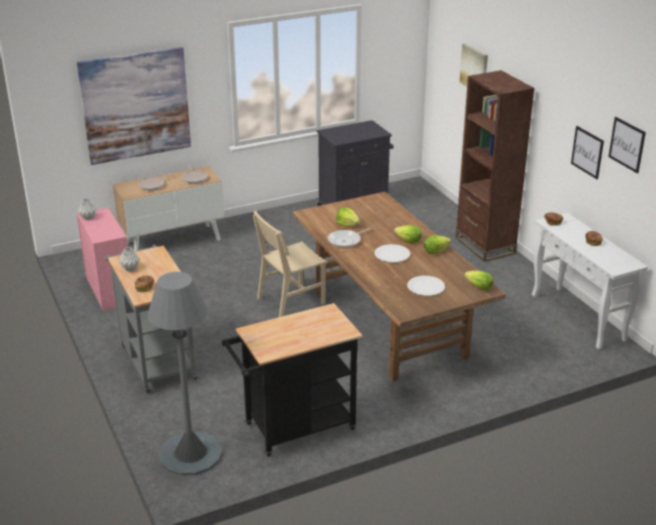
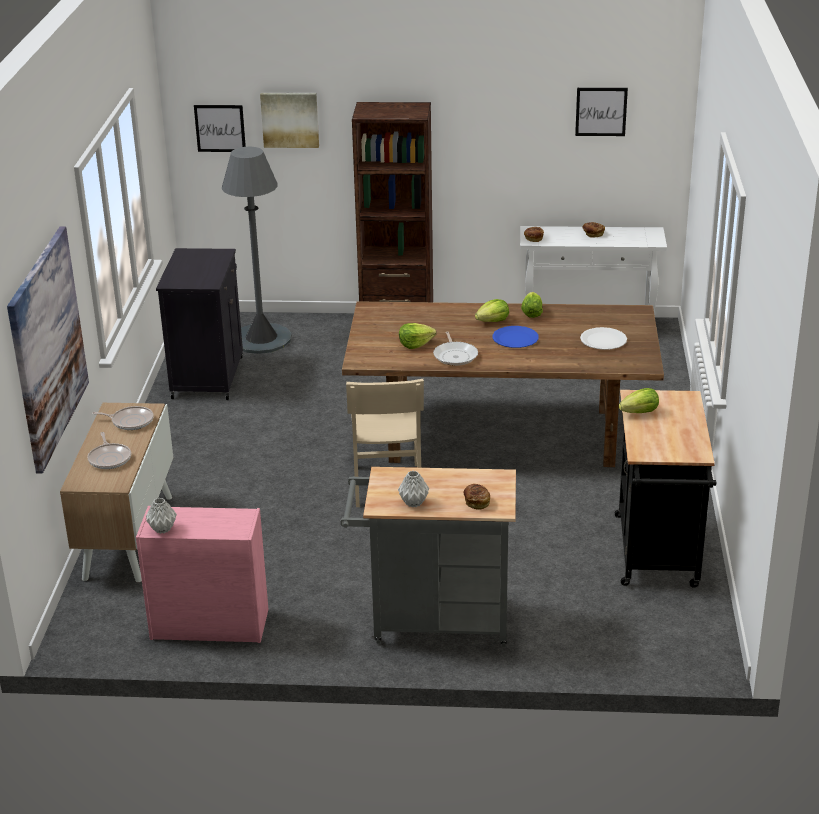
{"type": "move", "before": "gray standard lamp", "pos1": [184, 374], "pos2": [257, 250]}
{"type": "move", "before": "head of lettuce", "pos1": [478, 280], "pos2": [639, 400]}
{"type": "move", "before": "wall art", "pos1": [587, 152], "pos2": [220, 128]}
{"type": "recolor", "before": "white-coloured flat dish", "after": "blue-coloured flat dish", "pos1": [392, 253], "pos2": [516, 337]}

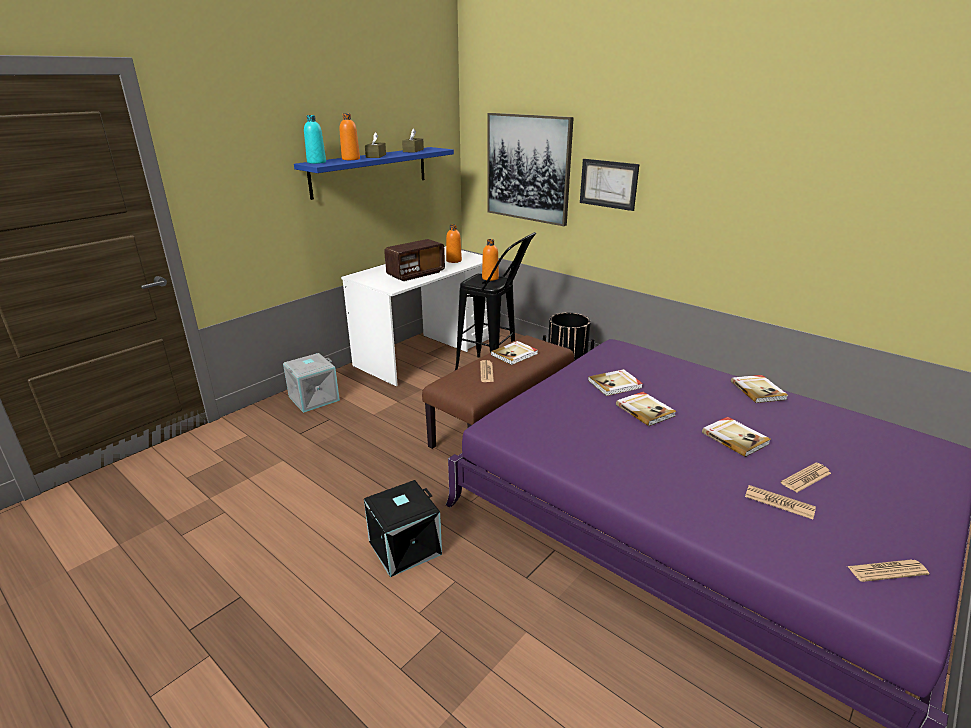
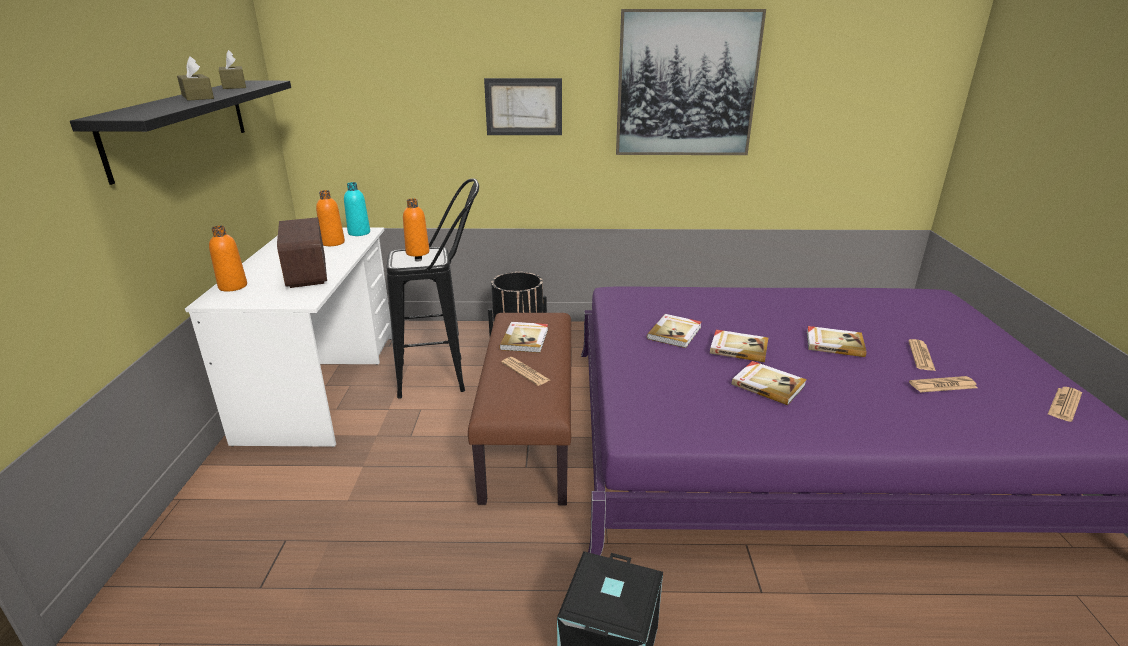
{"type": "delete", "before": "gray storage container", "pos1": [311, 383]}
{"type": "move", "before": "turquoise bottle", "pos1": [315, 139], "pos2": [357, 209]}
{"type": "move", "before": "orange bottle", "pos1": [350, 137], "pos2": [228, 259]}
{"type": "move", "before": "wall art", "pos1": [530, 169], "pos2": [691, 82]}
{"type": "move", "before": "bound book", "pos1": [759, 389], "pos2": [769, 383]}
{"type": "recolor", "before": "blue-coloured wall shelf", "after": "black-coloured wall shelf", "pos1": [374, 173], "pos2": [180, 133]}
{"type": "rotate", "before": "radio set", "pos1": [414, 260], "pos2": [302, 252], "turn": 150}

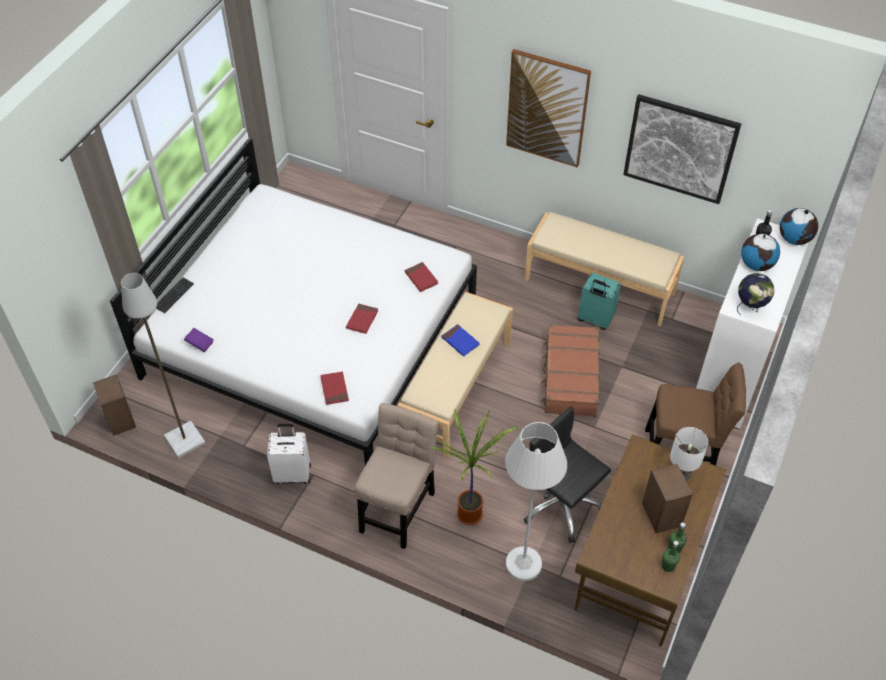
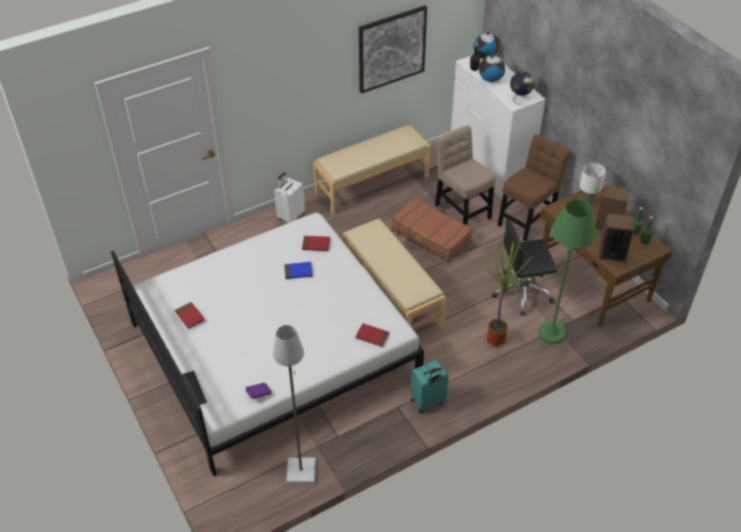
{"type": "delete", "before": "wall art", "pos1": [548, 108]}
{"type": "move", "before": "speaker", "pos1": [114, 405], "pos2": [616, 237]}
{"type": "move", "before": "white-coloured piece of luggage", "pos1": [289, 454], "pos2": [289, 198]}
{"type": "move", "before": "red-coloured bound book", "pos1": [362, 319], "pos2": [190, 315]}
{"type": "move", "before": "sand-coloured plain chair", "pos1": [396, 476], "pos2": [465, 175]}
{"type": "move", "before": "blue-coloured bound book", "pos1": [460, 340], "pos2": [298, 270]}
{"type": "move", "before": "turquoise piece of luggage", "pos1": [599, 301], "pos2": [430, 386]}
{"type": "recolor", "before": "white-coloured standard lamp", "after": "greenish standard lamp", "pos1": [536, 501], "pos2": [567, 271]}

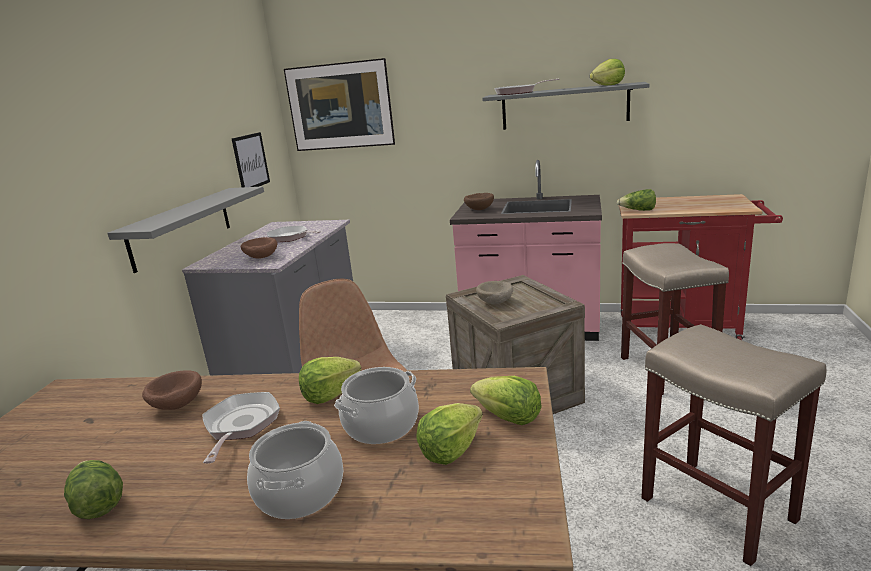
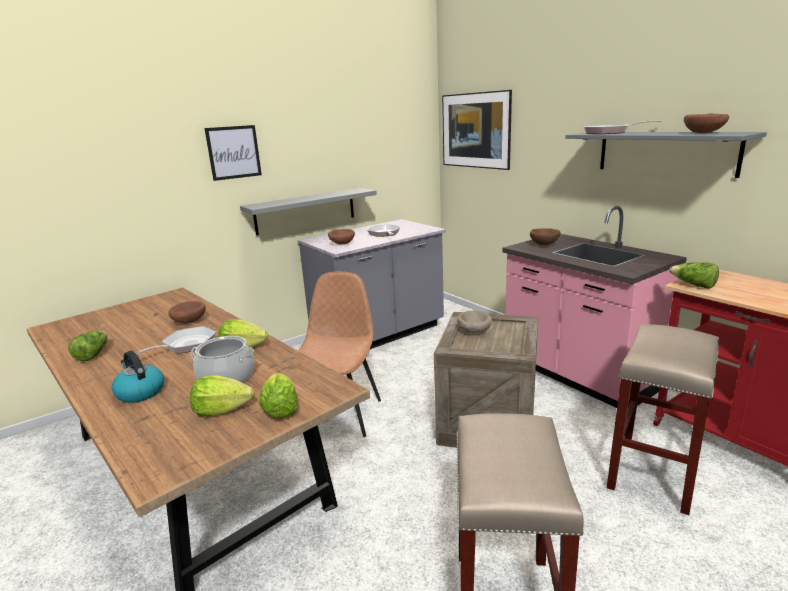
{"type": "move", "before": "wall art", "pos1": [251, 159], "pos2": [233, 153]}
{"type": "replace", "before": "stockpot", "after": "tea kettle", "pos1": [295, 470], "pos2": [138, 377]}
{"type": "replace", "before": "head of lettuce", "after": "brown bowl", "pos1": [607, 72], "pos2": [706, 123]}

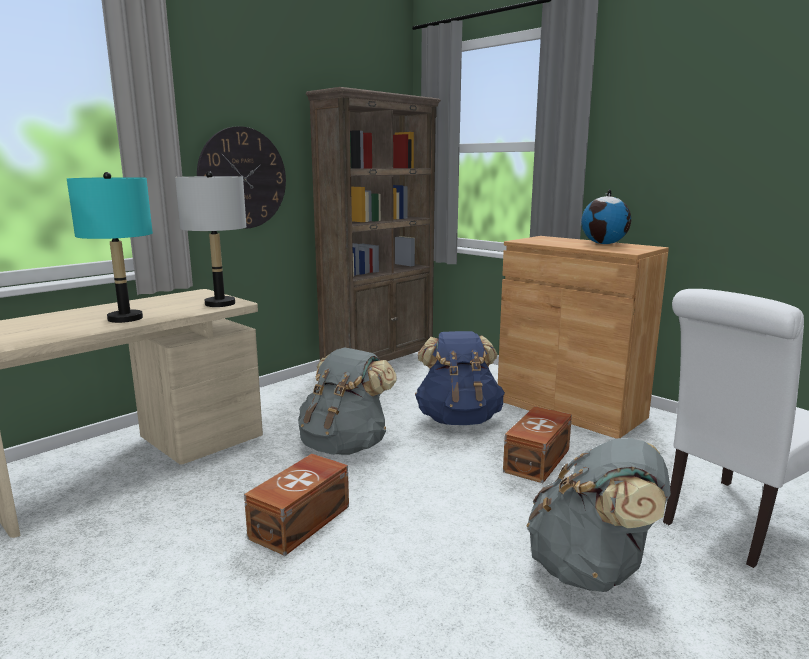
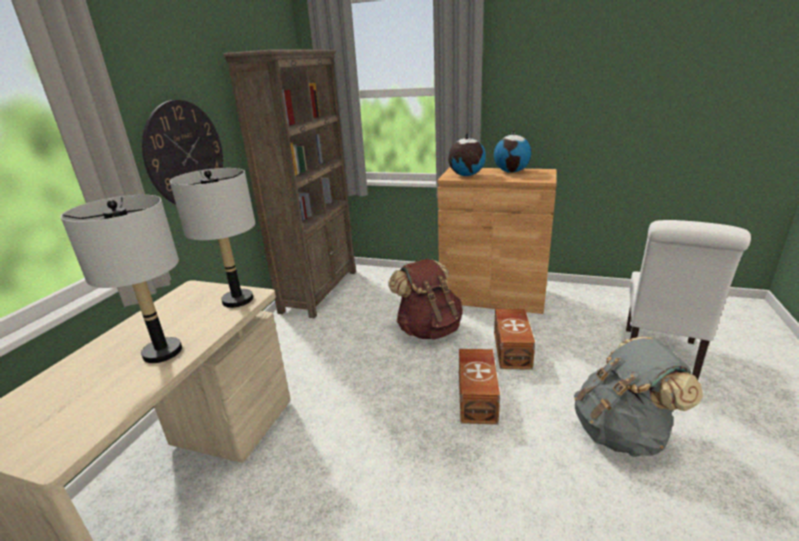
{"type": "delete", "before": "gray knapsack", "pos1": [347, 401]}
{"type": "insert", "after": "desk globe", "pos2": [467, 154]}
{"type": "move", "before": "brown storage container", "pos1": [296, 505], "pos2": [479, 386]}
{"type": "recolor", "before": "turquoise tabletop lamp", "after": "gray tabletop lamp", "pos1": [110, 247], "pos2": [121, 279]}
{"type": "recolor", "before": "blue-coloured knapsack", "after": "brown knapsack", "pos1": [460, 378], "pos2": [425, 299]}

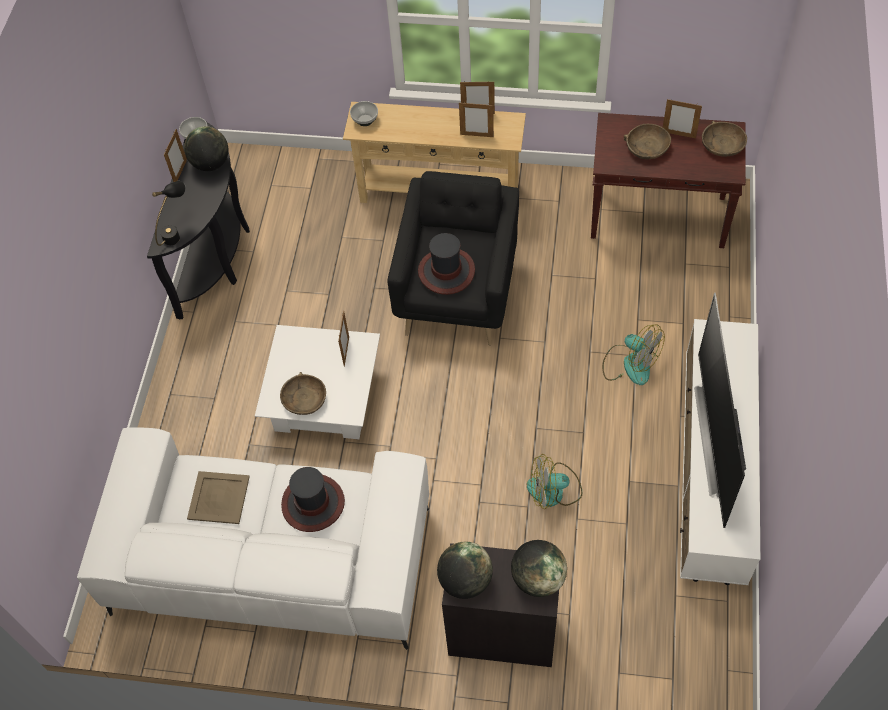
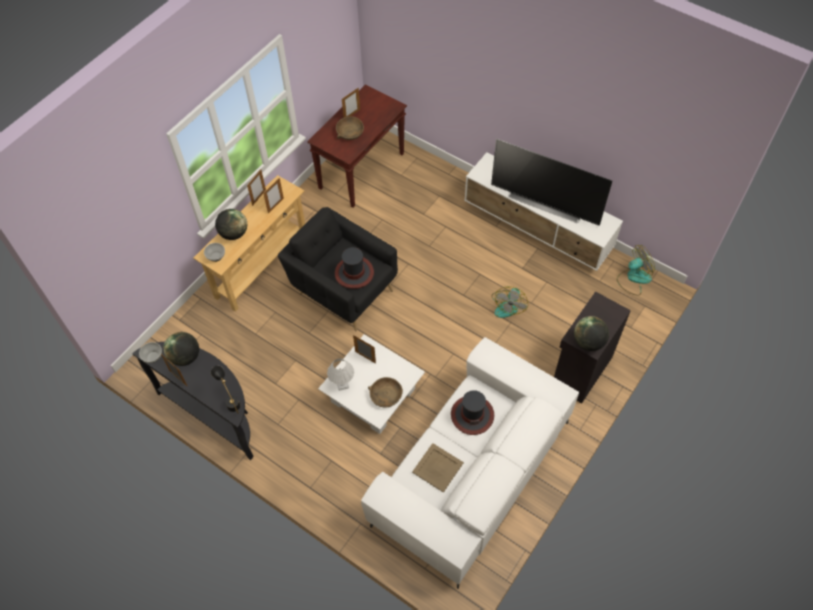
{"type": "delete", "before": "brown bowl", "pos1": [724, 139]}
{"type": "insert", "after": "white-coloured tabletop lamp", "pos2": [340, 374]}
{"type": "move", "before": "desk globe", "pos1": [539, 568], "pos2": [231, 224]}
{"type": "move", "before": "cooling fan", "pos1": [633, 354], "pos2": [636, 270]}

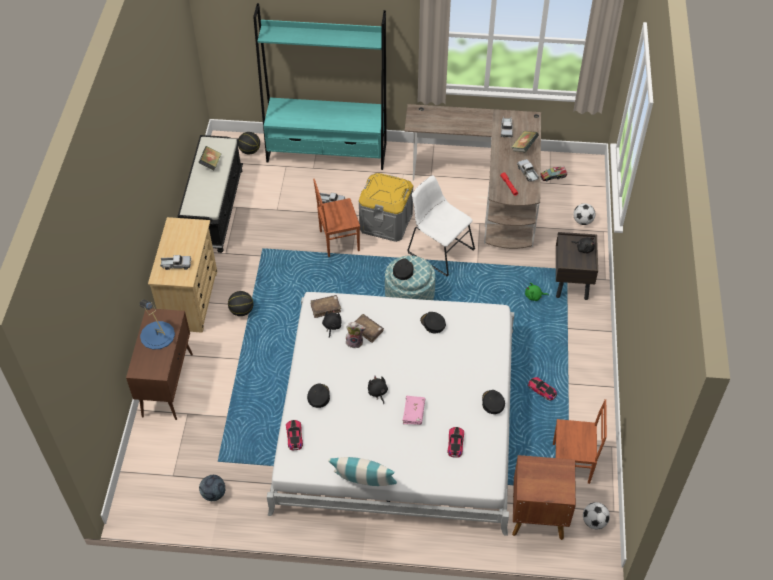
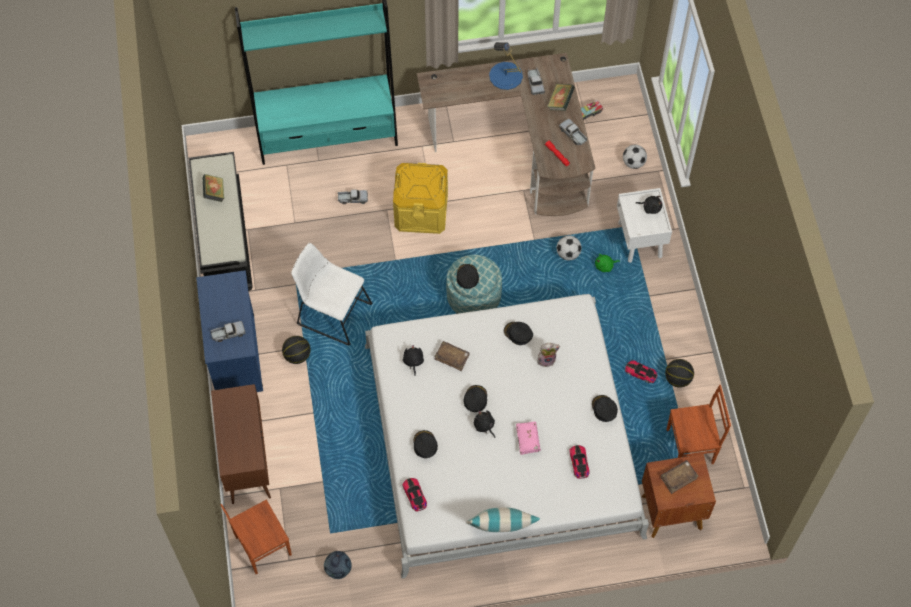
{"type": "insert", "after": "black-coloured cap", "pos2": [475, 398]}
{"type": "move", "before": "blue-coloured tabletop lamp", "pos1": [157, 325], "pos2": [506, 66]}
{"type": "move", "before": "basketball ball", "pos1": [249, 143], "pos2": [679, 373]}
{"type": "move", "before": "brown bound book", "pos1": [326, 306], "pos2": [680, 477]}
{"type": "move", "before": "brown plain chair", "pos1": [336, 218], "pos2": [256, 537]}
{"type": "move", "before": "soft toy", "pos1": [356, 335], "pos2": [548, 355]}
{"type": "move", "before": "white-coloured plain chair", "pos1": [441, 225], "pos2": [332, 294]}
{"type": "move", "before": "ball for football", "pos1": [596, 515], "pos2": [569, 248]}
{"type": "recolor", "before": "sand-coloured drawer chest", "after": "blue-coloured drawer chest", "pos1": [182, 275], "pos2": [229, 331]}
{"type": "recolor", "before": "gray storage container", "after": "yellowish storage container", "pos1": [386, 207], "pos2": [420, 198]}
{"type": "recolor", "before": "brown nightstand", "after": "white-coloured nightstand", "pos1": [577, 266], "pos2": [644, 225]}

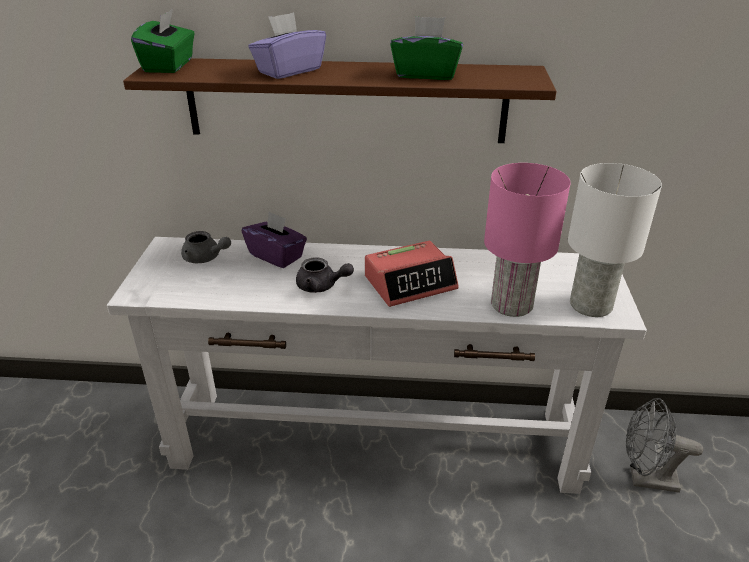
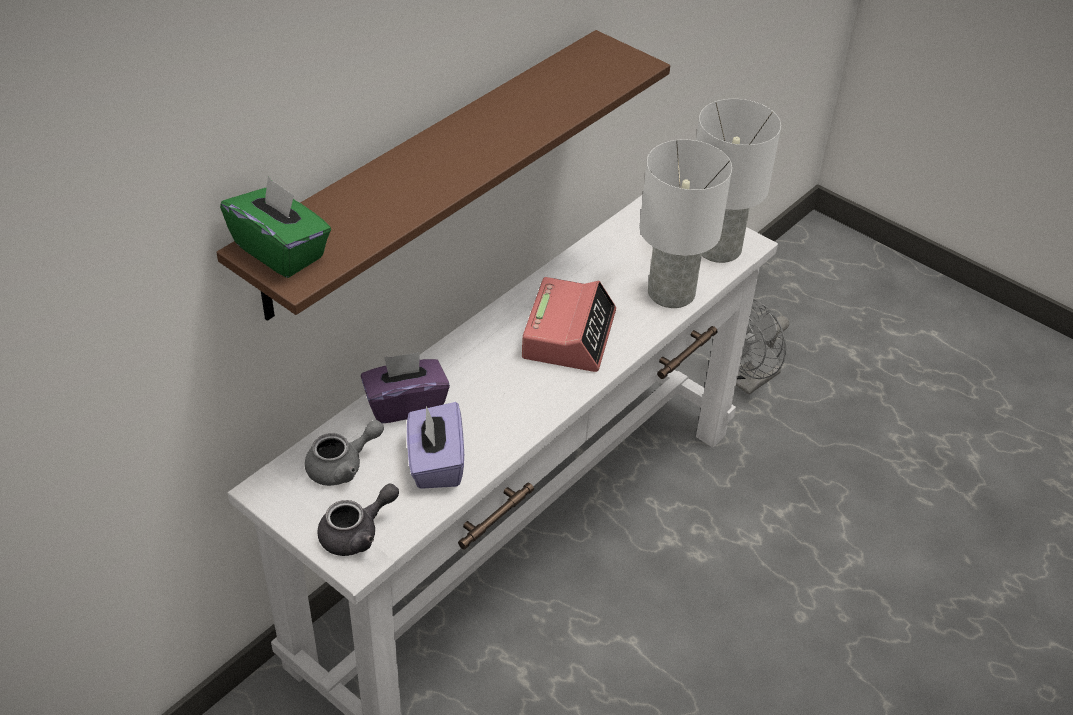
{"type": "delete", "before": "greenish box of tissues", "pos1": [426, 48]}
{"type": "move", "before": "purple-coloured box of tissues", "pos1": [287, 45], "pos2": [435, 445]}
{"type": "move", "before": "gray pot for tea", "pos1": [325, 275], "pos2": [358, 520]}
{"type": "recolor", "before": "pink tabletop lamp", "after": "white-coloured tabletop lamp", "pos1": [527, 240], "pos2": [686, 224]}

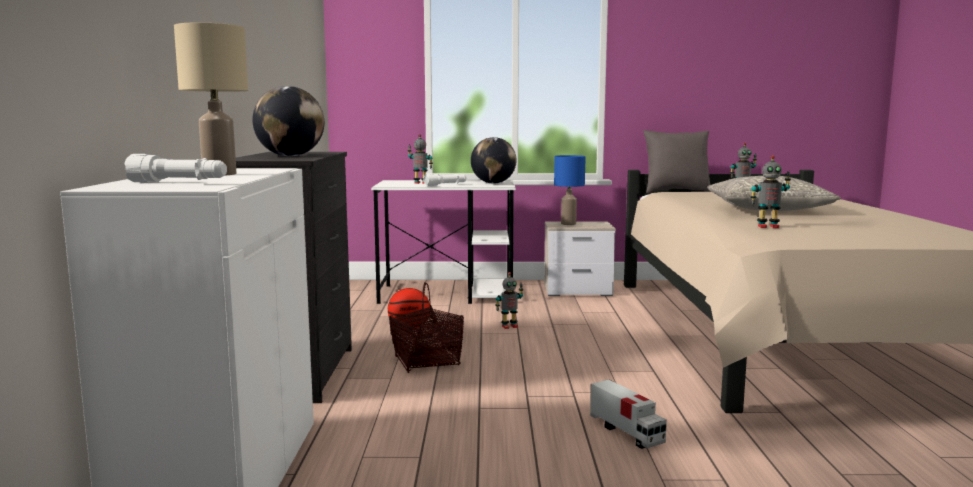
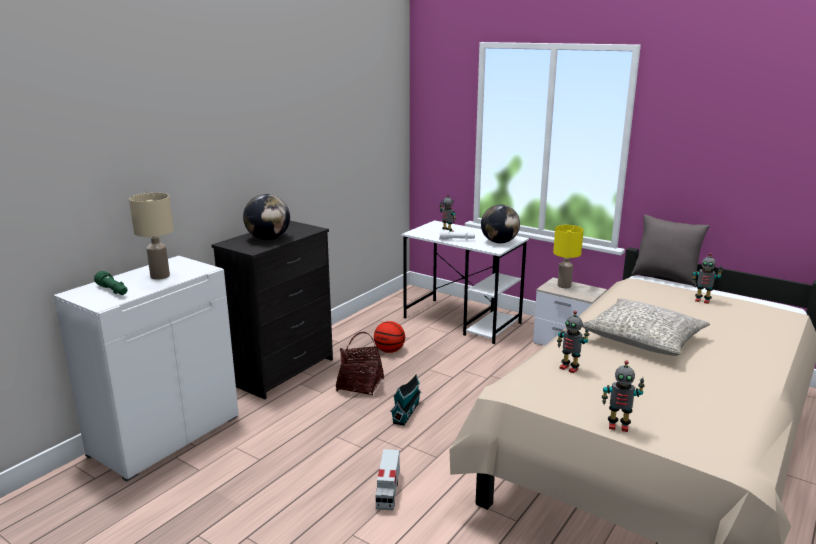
{"type": "insert", "after": "miniature house", "pos2": [406, 400]}
{"type": "move", "before": "toy robot", "pos1": [509, 300], "pos2": [623, 396]}
{"type": "recolor", "before": "white-coloured hand torch", "after": "greenish hand torch", "pos1": [176, 168], "pos2": [110, 283]}
{"type": "recolor", "before": "blue-coloured tabletop lamp", "after": "yellowish tabletop lamp", "pos1": [570, 190], "pos2": [568, 256]}

